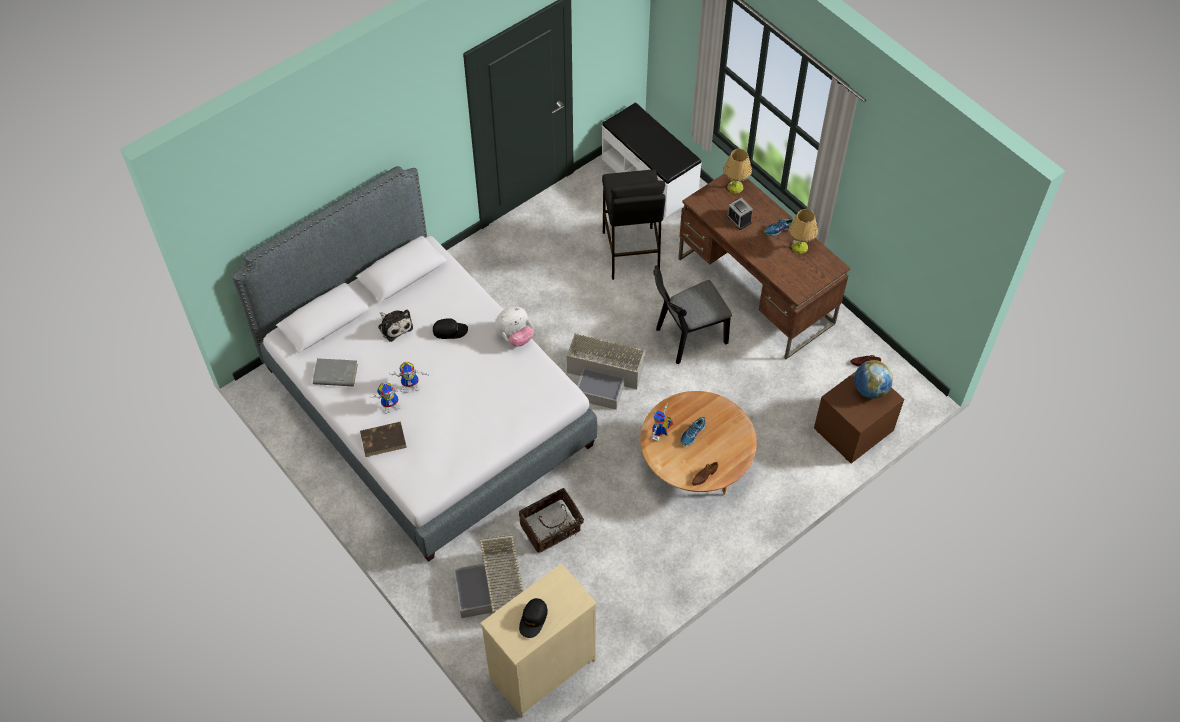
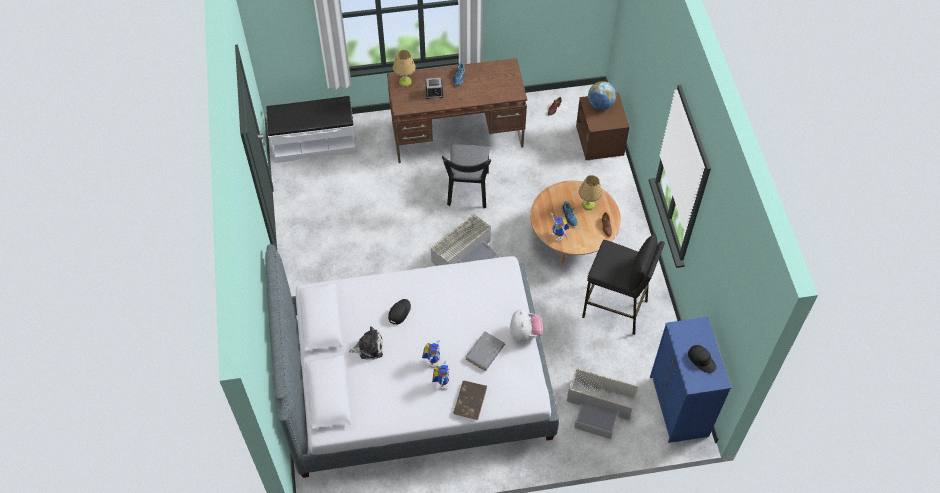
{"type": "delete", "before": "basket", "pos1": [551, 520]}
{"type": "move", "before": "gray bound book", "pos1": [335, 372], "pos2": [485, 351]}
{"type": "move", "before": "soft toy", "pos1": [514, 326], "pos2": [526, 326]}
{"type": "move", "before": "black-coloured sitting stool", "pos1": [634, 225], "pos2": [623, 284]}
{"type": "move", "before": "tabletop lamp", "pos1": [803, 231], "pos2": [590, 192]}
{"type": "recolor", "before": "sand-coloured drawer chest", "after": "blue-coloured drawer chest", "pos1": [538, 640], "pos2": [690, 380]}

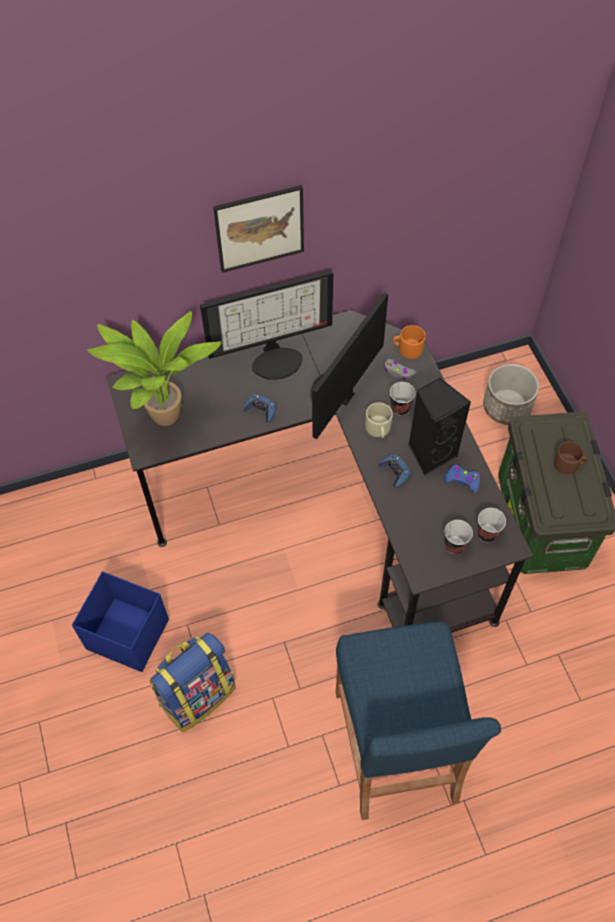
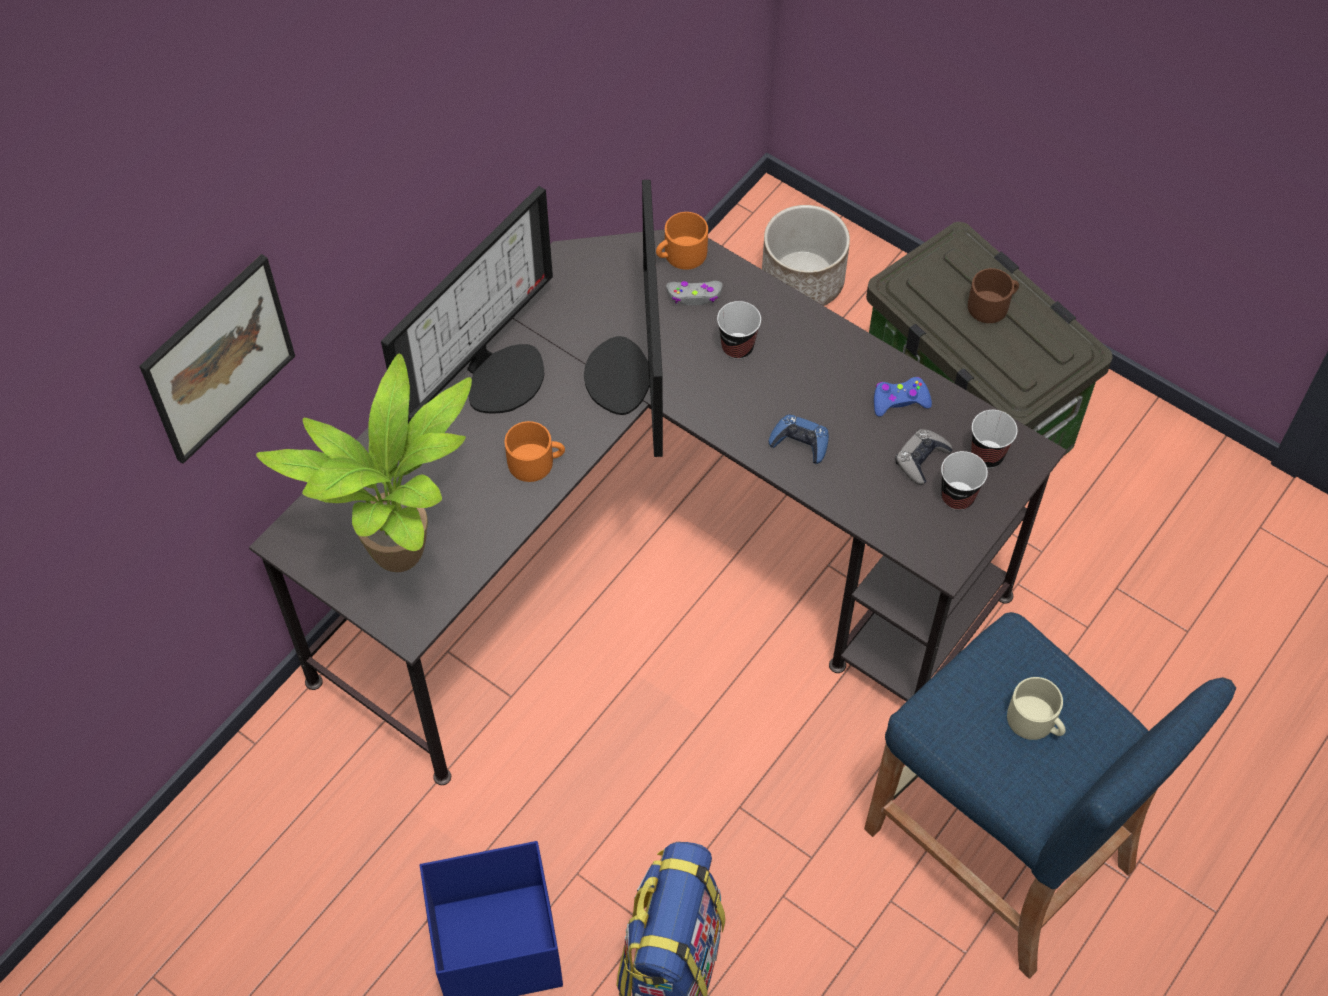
{"type": "delete", "before": "black-coloured speaker", "pos1": [440, 426]}
{"type": "insert", "after": "gray gamepad", "pos2": [923, 457]}
{"type": "move", "before": "wall art", "pos1": [258, 229], "pos2": [217, 359]}
{"type": "move", "before": "sand-coloured tea mug", "pos1": [379, 420], "pos2": [1036, 708]}
{"type": "replace", "before": "blue-coloured gamepad", "after": "orange tea mug", "pos1": [260, 408], "pos2": [535, 451]}

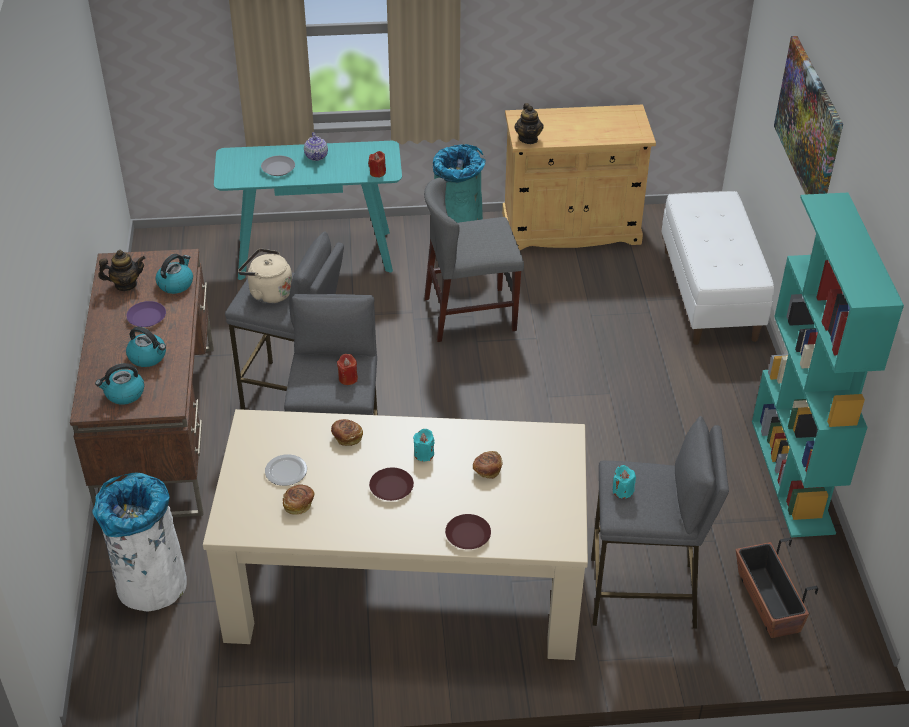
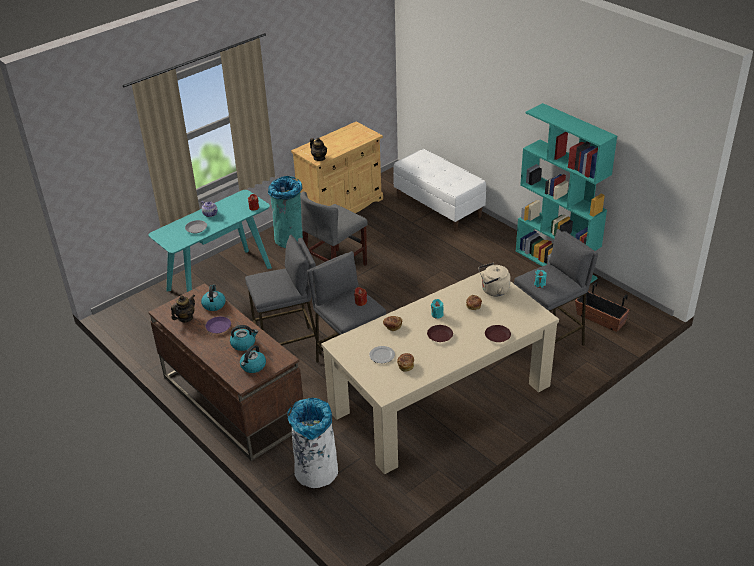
{"type": "delete", "before": "wall art", "pos1": [808, 115]}
{"type": "move", "before": "sand-coloured tea kettle", "pos1": [265, 276], "pos2": [494, 280]}

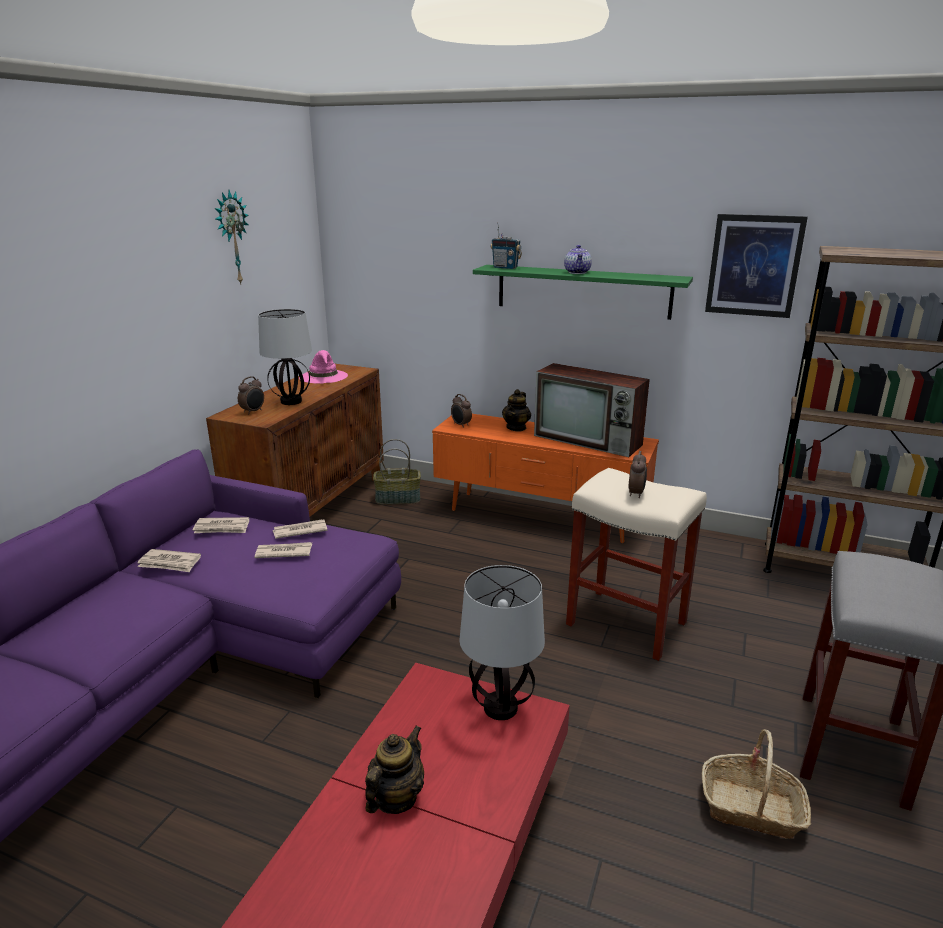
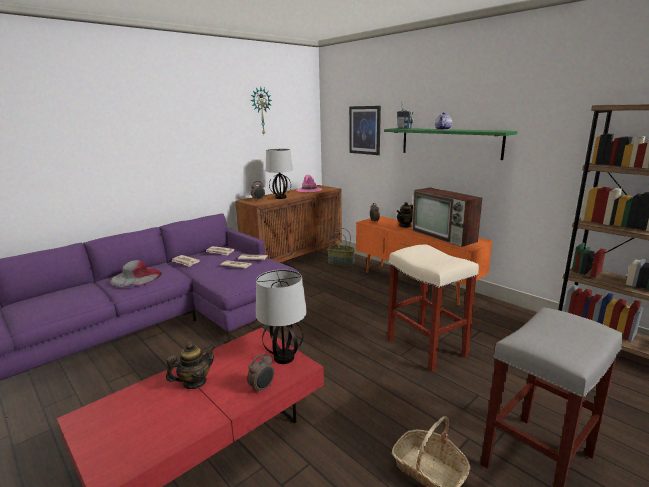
{"type": "insert", "after": "gray hat", "pos2": [136, 273]}
{"type": "move", "before": "bedside clock", "pos1": [637, 474], "pos2": [260, 373]}
{"type": "move", "before": "wall art", "pos1": [756, 266], "pos2": [365, 130]}

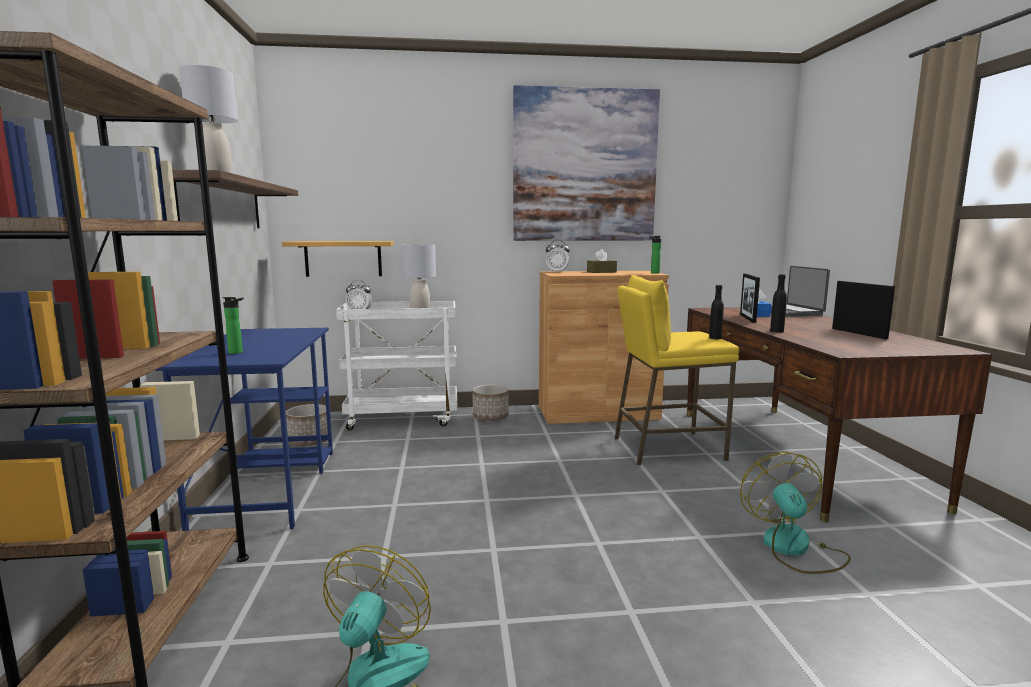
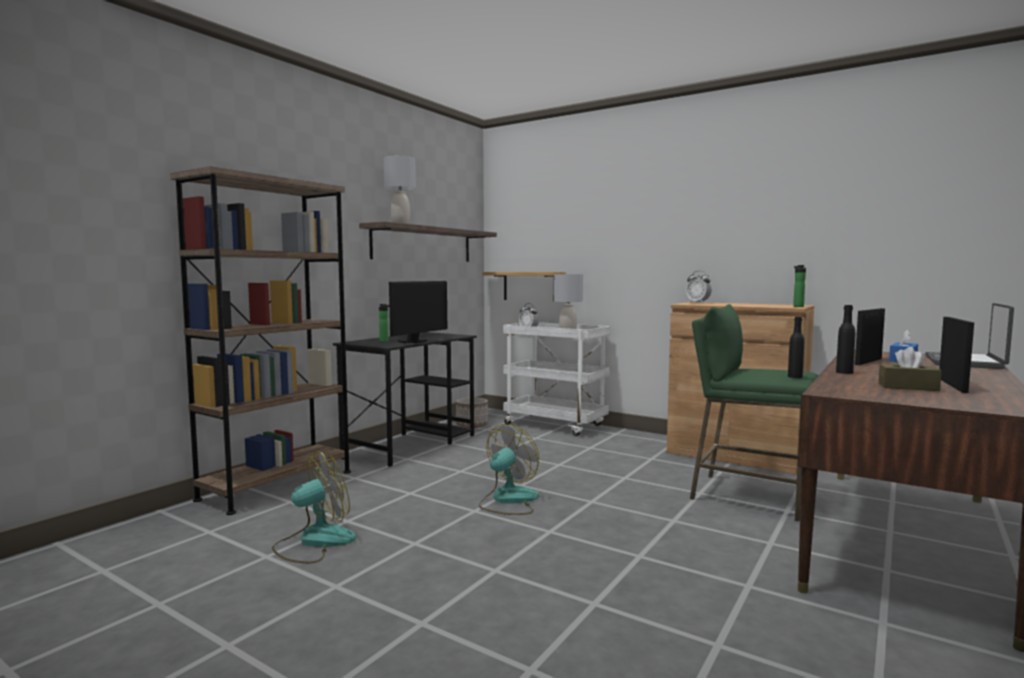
{"type": "delete", "before": "planter", "pos1": [490, 403]}
{"type": "delete", "before": "wall art", "pos1": [586, 163]}
{"type": "insert", "after": "computer screen", "pos2": [418, 312]}
{"type": "move", "before": "brown box of tissues", "pos1": [602, 261], "pos2": [910, 369]}
{"type": "move", "before": "cooling fan", "pos1": [795, 513], "pos2": [509, 469]}
{"type": "recolor", "before": "blue-coloured desk unit", "after": "black-coloured desk unit", "pos1": [244, 429], "pos2": [405, 399]}
{"type": "recolor", "before": "yellowish sitting stool", "after": "greenish sitting stool", "pos1": [677, 370], "pos2": [754, 412]}

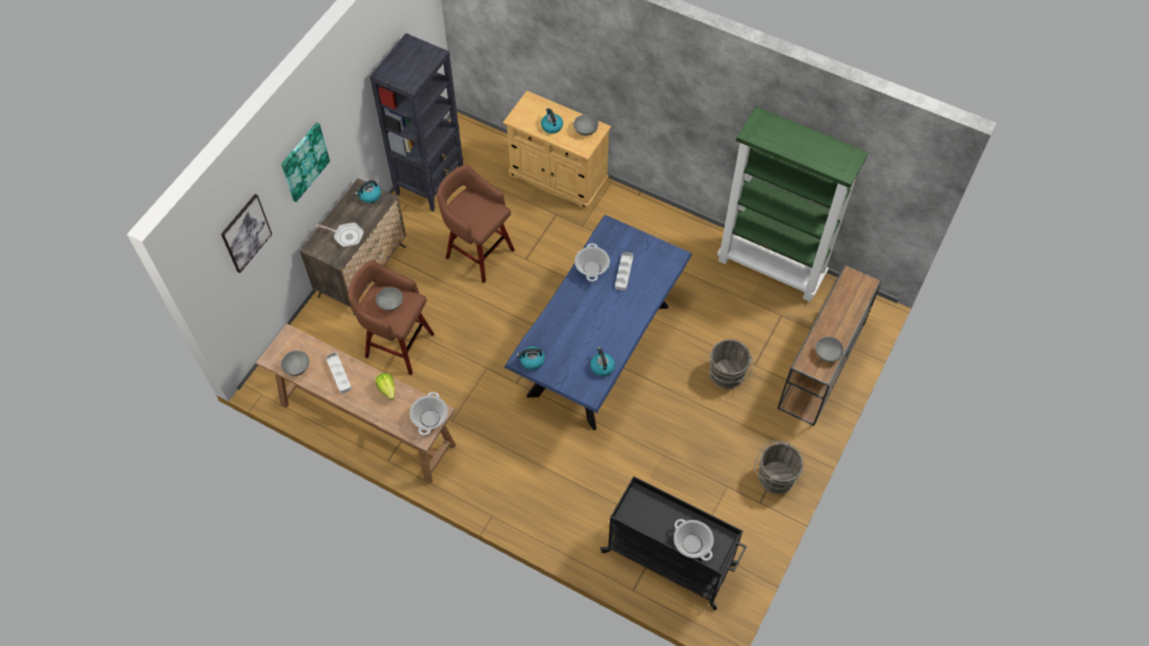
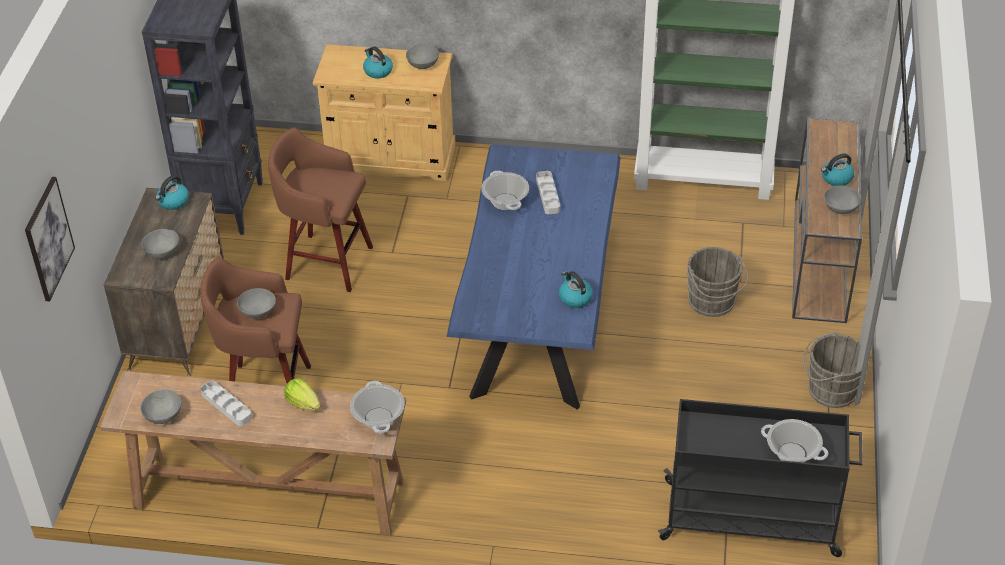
{"type": "delete", "before": "wall art", "pos1": [305, 162]}
{"type": "move", "before": "tea kettle", "pos1": [530, 358], "pos2": [837, 169]}
{"type": "replace", "before": "pan", "after": "gray bowl", "pos1": [340, 235], "pos2": [160, 243]}

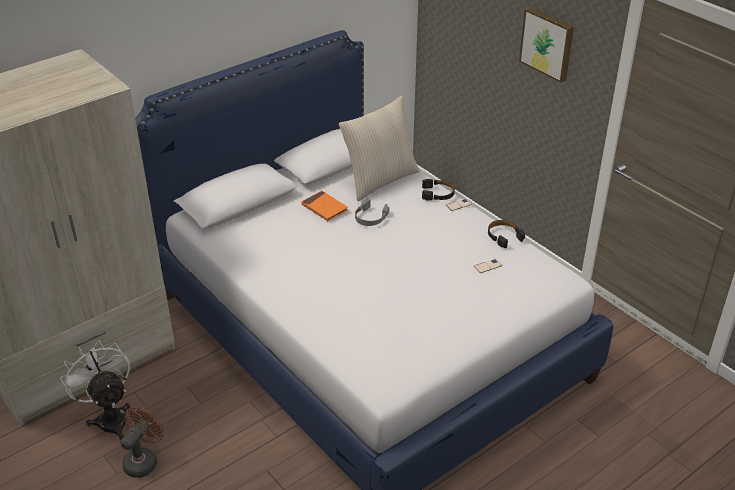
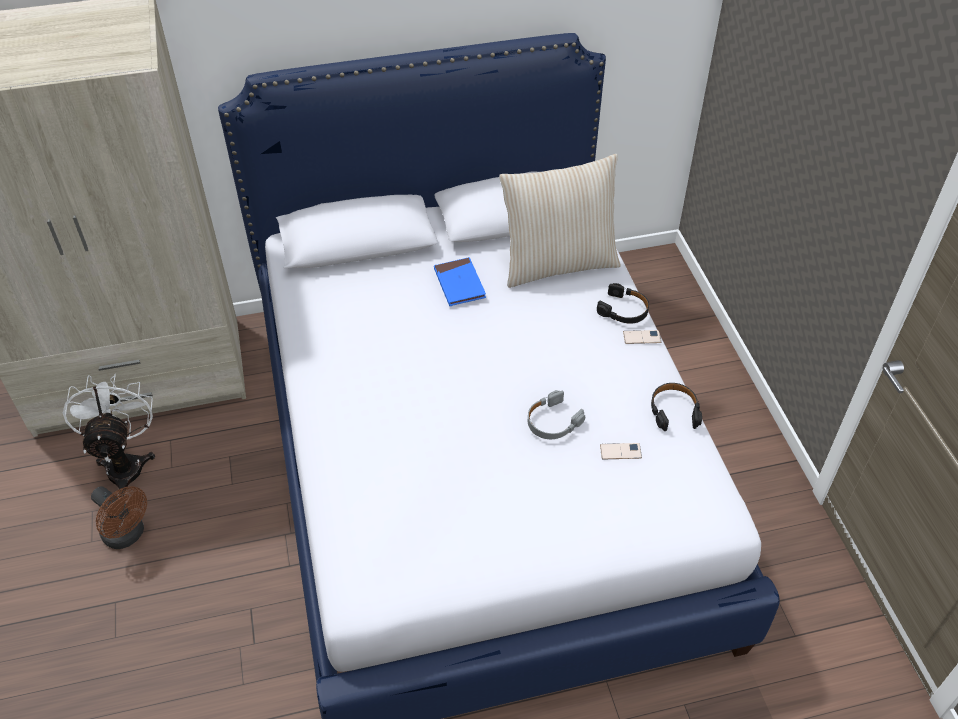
{"type": "delete", "before": "wall art", "pos1": [546, 45]}
{"type": "move", "before": "gray pair of headphones", "pos1": [372, 212], "pos2": [556, 414]}
{"type": "recolor", "before": "orange bound book", "after": "blue-coloured bound book", "pos1": [324, 206], "pos2": [460, 281]}
{"type": "rotate", "before": "brown cooling fan", "pos1": [142, 442], "pos2": [119, 517], "turn": 75}

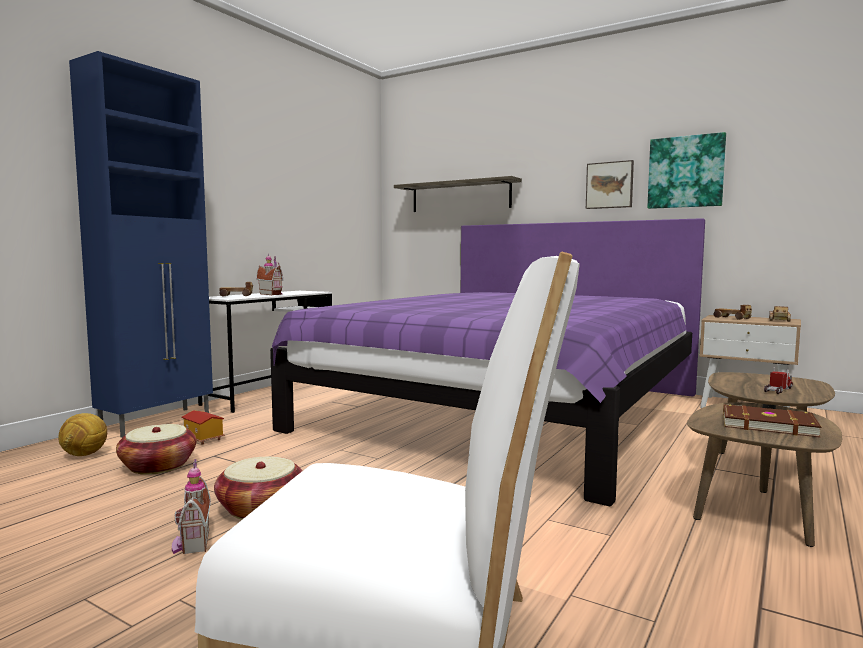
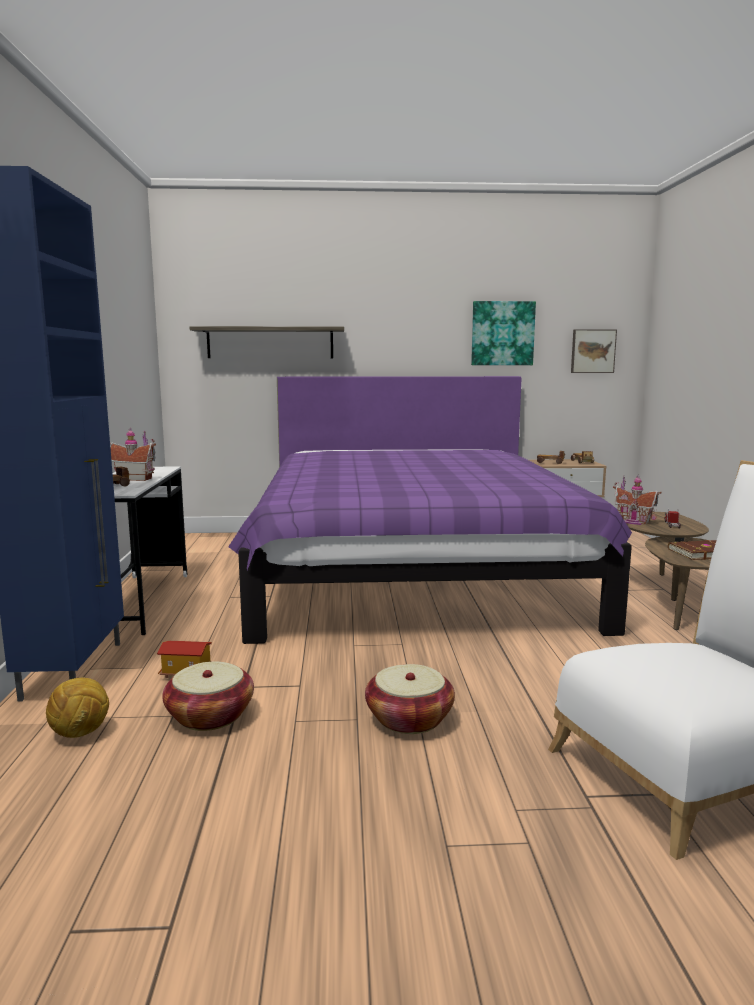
{"type": "move", "before": "miniature house", "pos1": [191, 506], "pos2": [637, 500]}
{"type": "move", "before": "wall art", "pos1": [610, 184], "pos2": [594, 351]}

